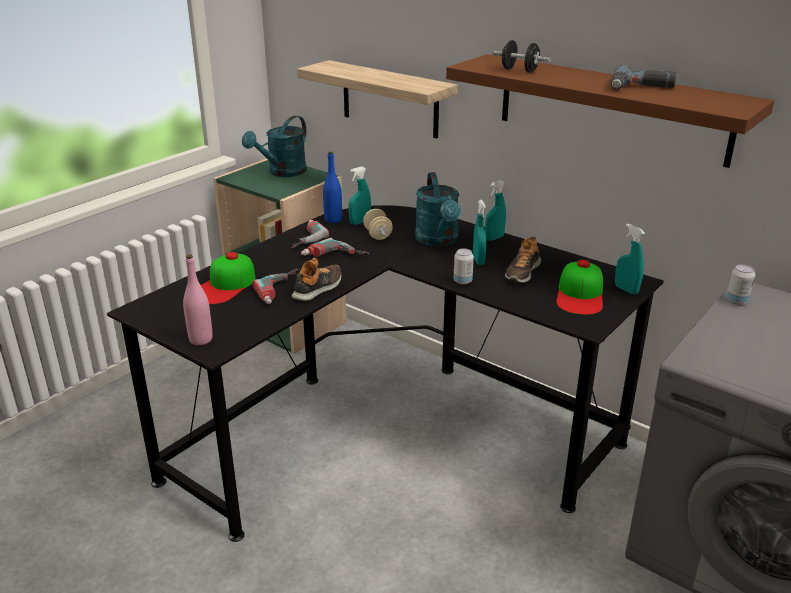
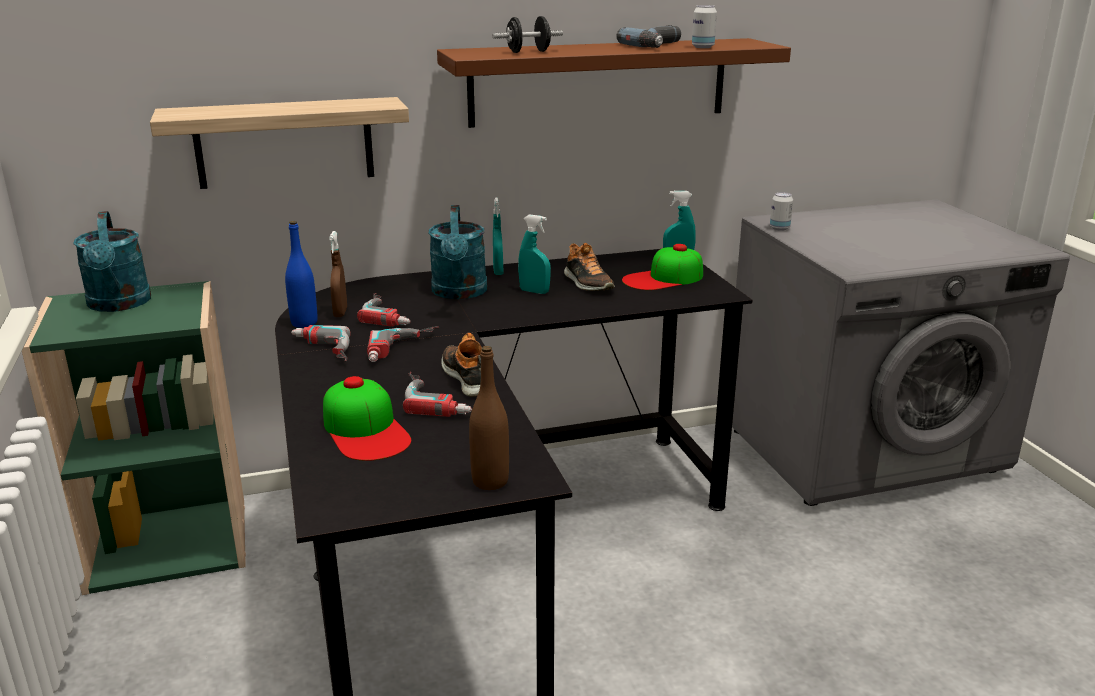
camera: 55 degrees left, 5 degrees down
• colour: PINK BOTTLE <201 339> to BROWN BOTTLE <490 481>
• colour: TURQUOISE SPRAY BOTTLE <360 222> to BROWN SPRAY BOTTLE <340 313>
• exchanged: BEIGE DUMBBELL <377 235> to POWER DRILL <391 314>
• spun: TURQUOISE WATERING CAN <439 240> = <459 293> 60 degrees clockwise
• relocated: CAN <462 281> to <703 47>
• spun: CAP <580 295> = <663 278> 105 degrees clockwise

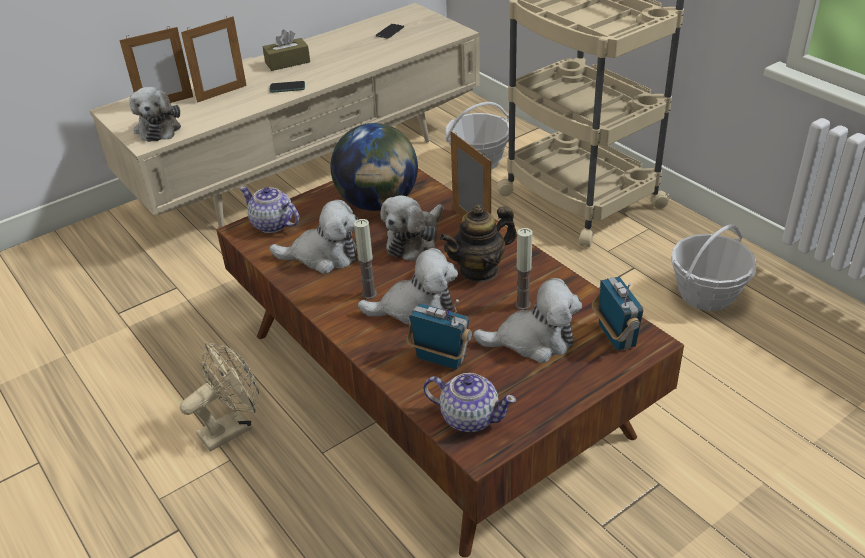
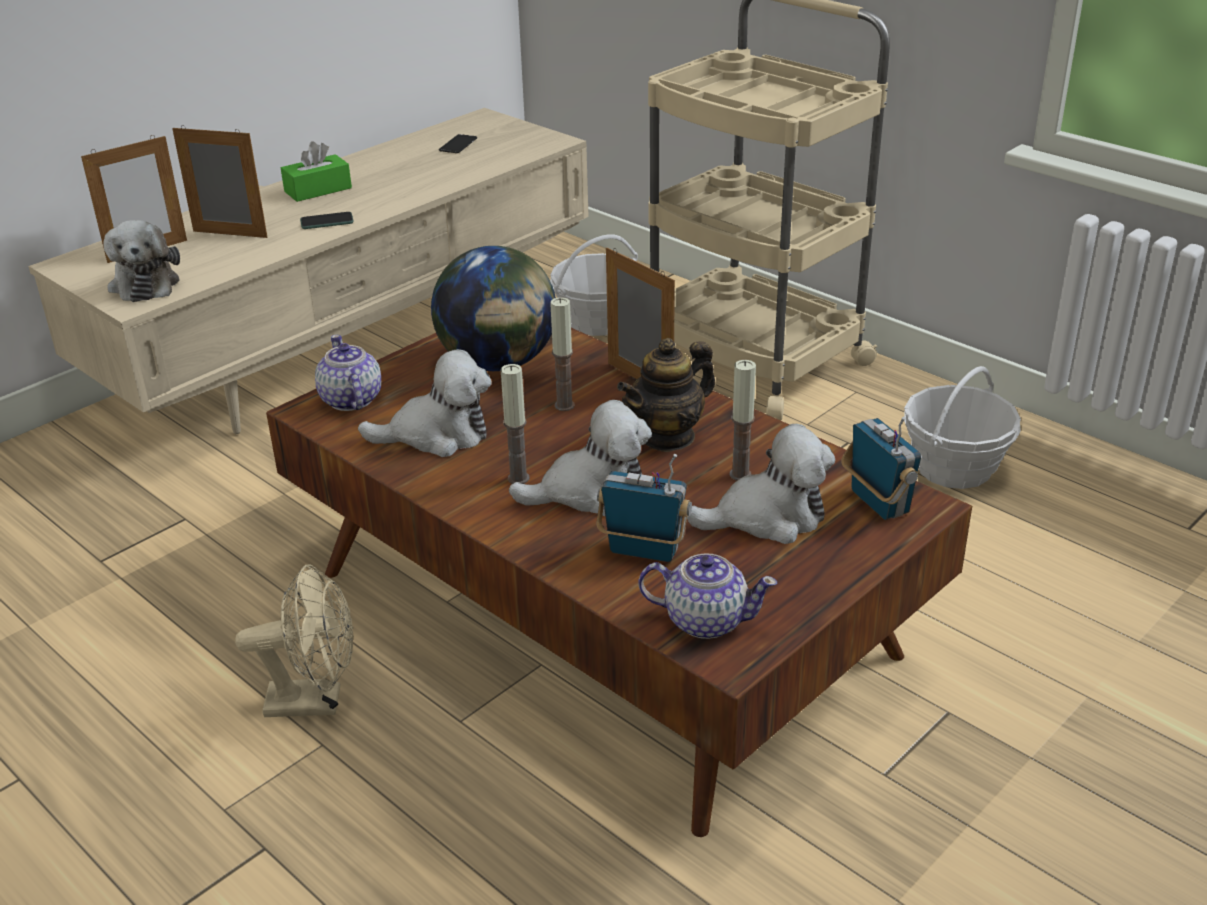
camera: 10 degrees left, 5 degrees down
• spun: BEIGE FAN <232 428> = <316 701> 45 degrees clockwise
• spun: PICTURE FRAME <222 93> = <230 234> 120 degrees counterclockwise
• spun: TEAPOT <272 225> = <350 400> 45 degrees clockwise
• colour: BROWN TISSUE BOX <287 62> to GREEN TISSUE BOX <318 190>
• exchanged: PLUSH TOY <414 240> to CANDLE <564 405>

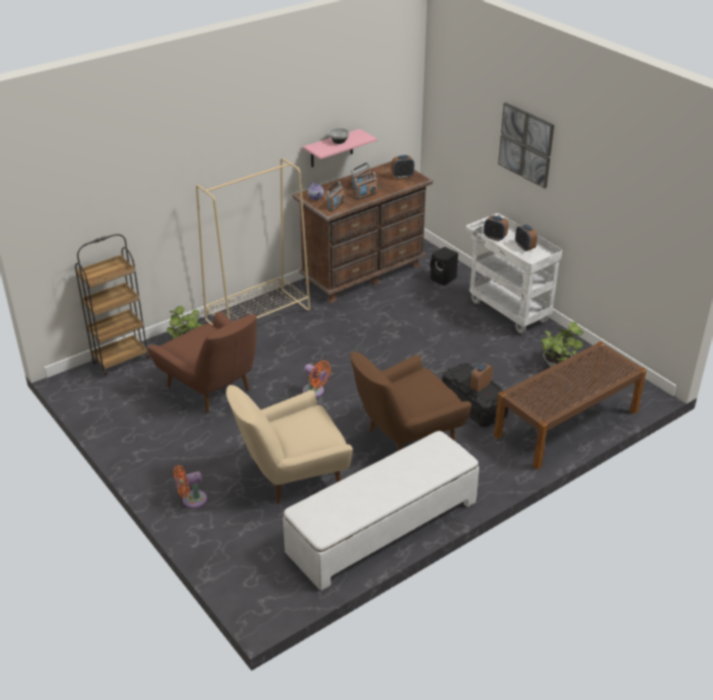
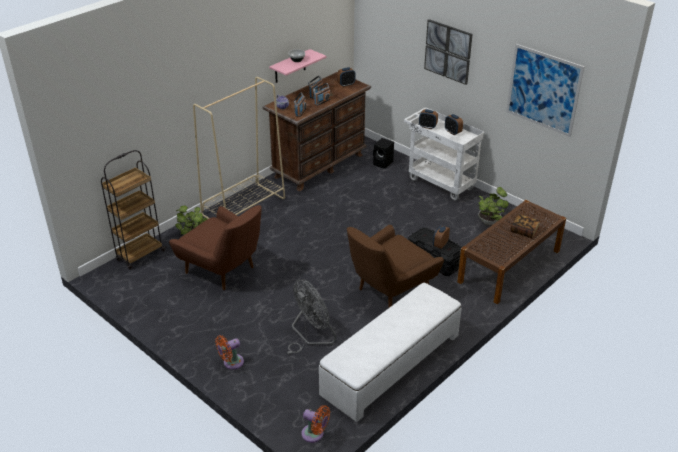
camera: 10 degrees left, 0 degrees up
• exchanged: BEIGE ARMCHAIR <292 477> to GREY FAN <308 333>
• relocated: ORANGE FAN <315 391> to <314 434>
• appeared: PICTURE <543 90>
• appeared: BOOK <524 231>

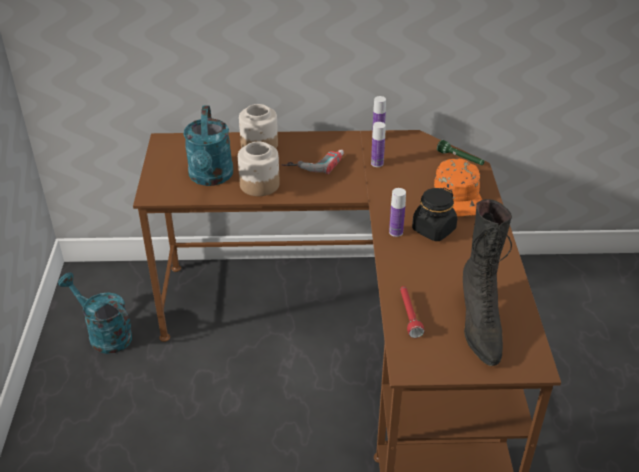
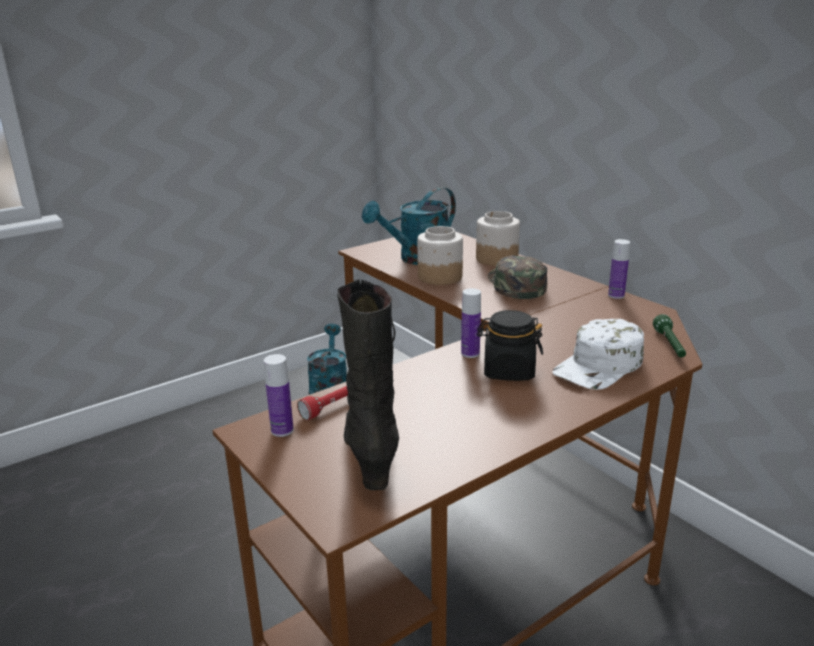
camera: 55 degrees right, 15 degrees down
• exchanged: POWER DRILL <314 162> to GREEN CAP <515 284>
• relocated: BOTTLE <377 163> to <282 430>
• colour: ORANGE CAP <460 195> to WHITE CAP <599 366>
• spun: BLACK BOOT <479 326> = <371 453> 120 degrees clockwise

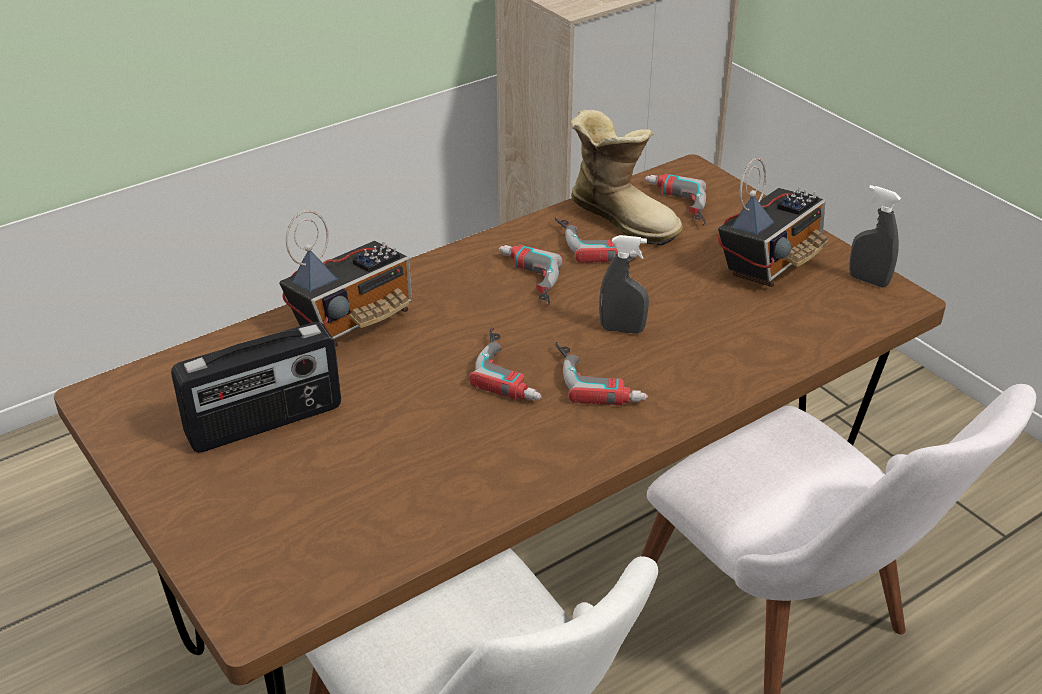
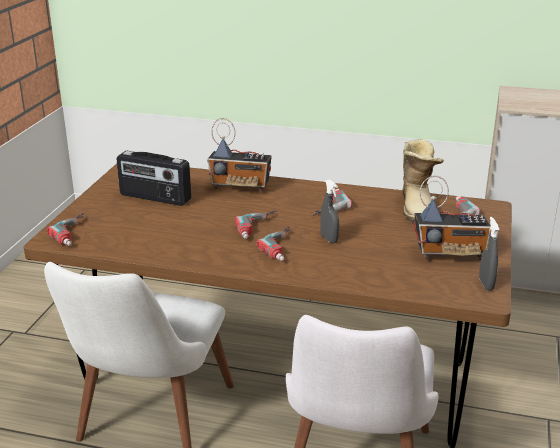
camera: 50 degrees right, 10 degrees down
• relocated: POWER DRILL <597 243> to <76 233>

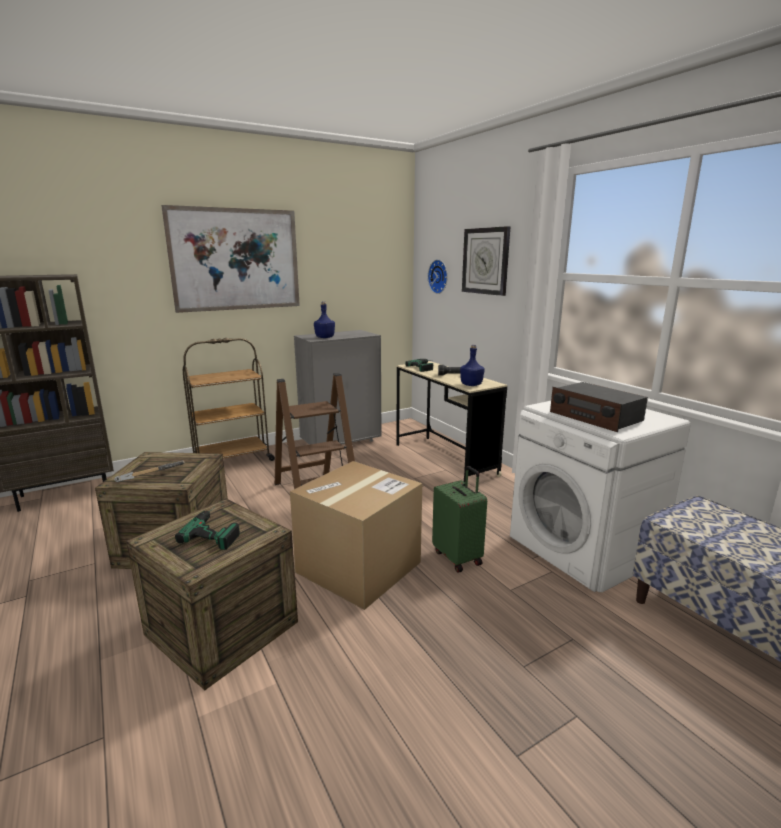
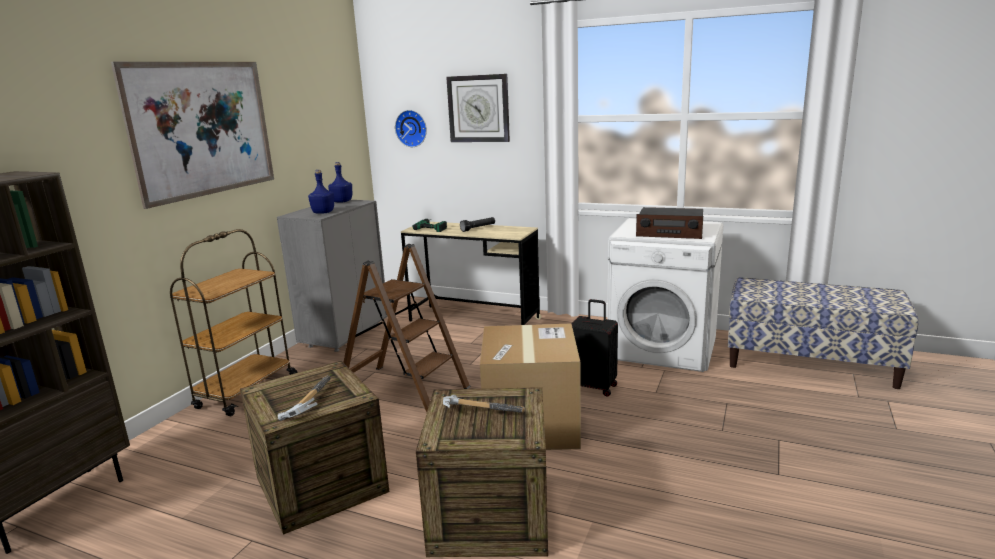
camera: 35 degrees left, 0 degrees up
• exchanged: POWER DRILL <216 529> to HAMMER <481 411>
• colour: GREEN SUITCASE <458 557> to BLACK SUITCASE <593 386>
• relocated: BLUE BOTTLE <471 385> to <342 201>

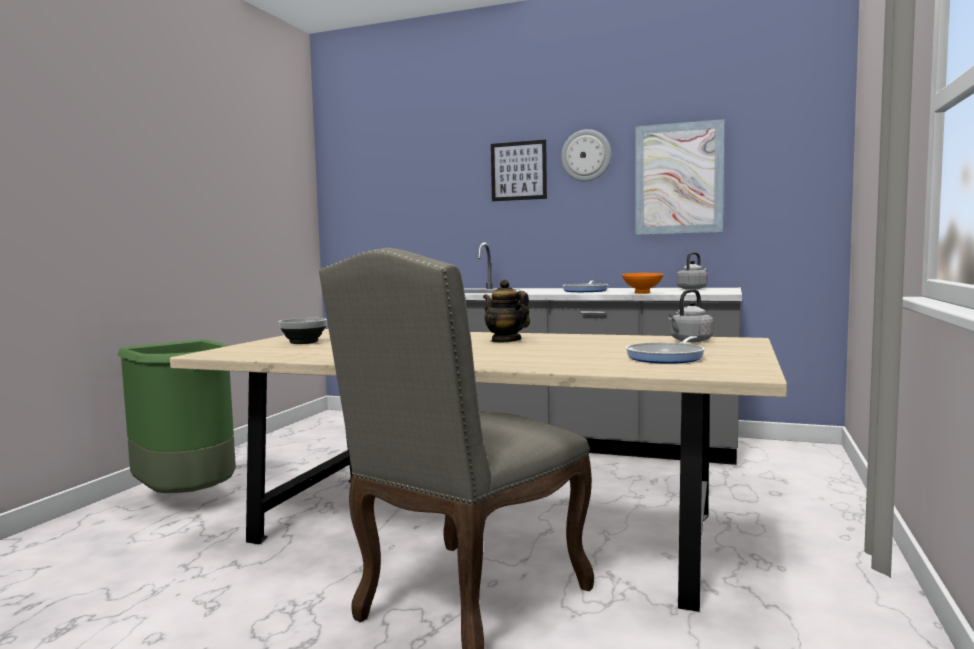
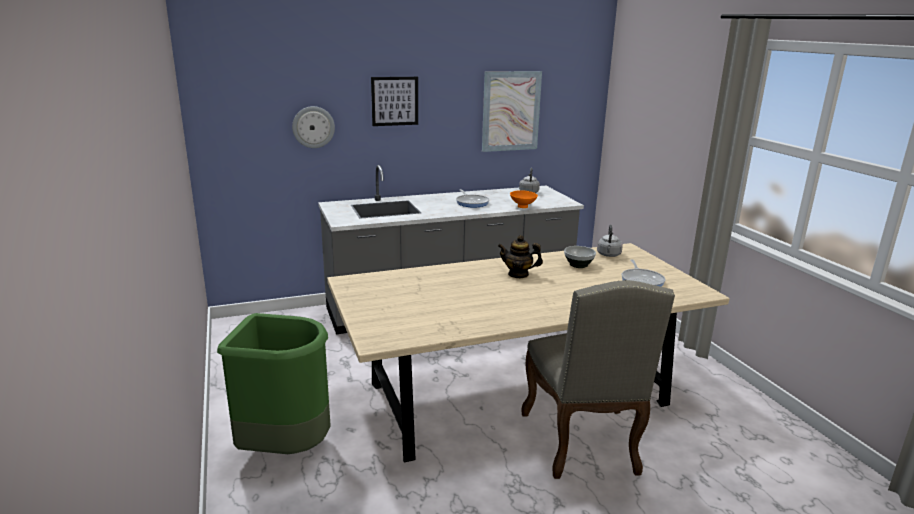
camera: 40 degrees left, 15 degrees up
• relocated: BOWL <304 342> to <578 265>
• relocated: WALL CLOCK <586 155> to <313 127>

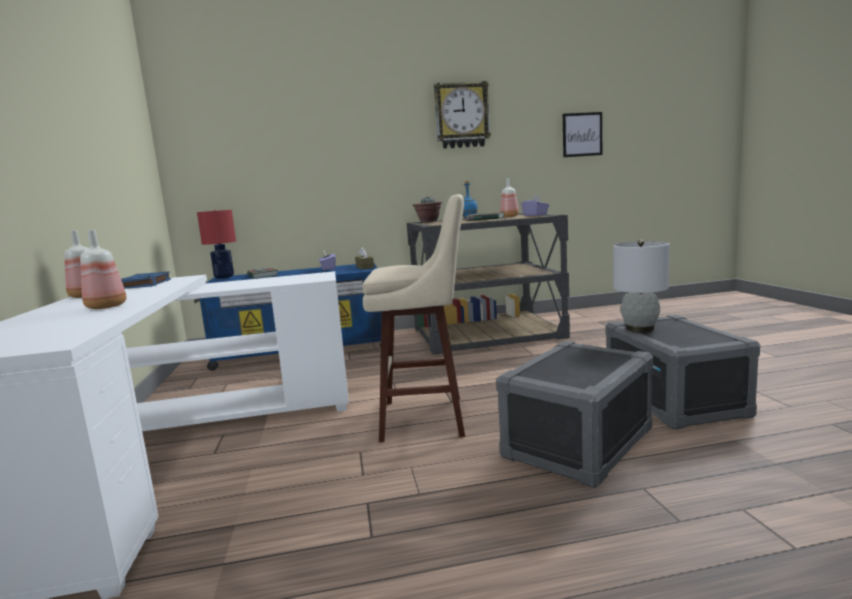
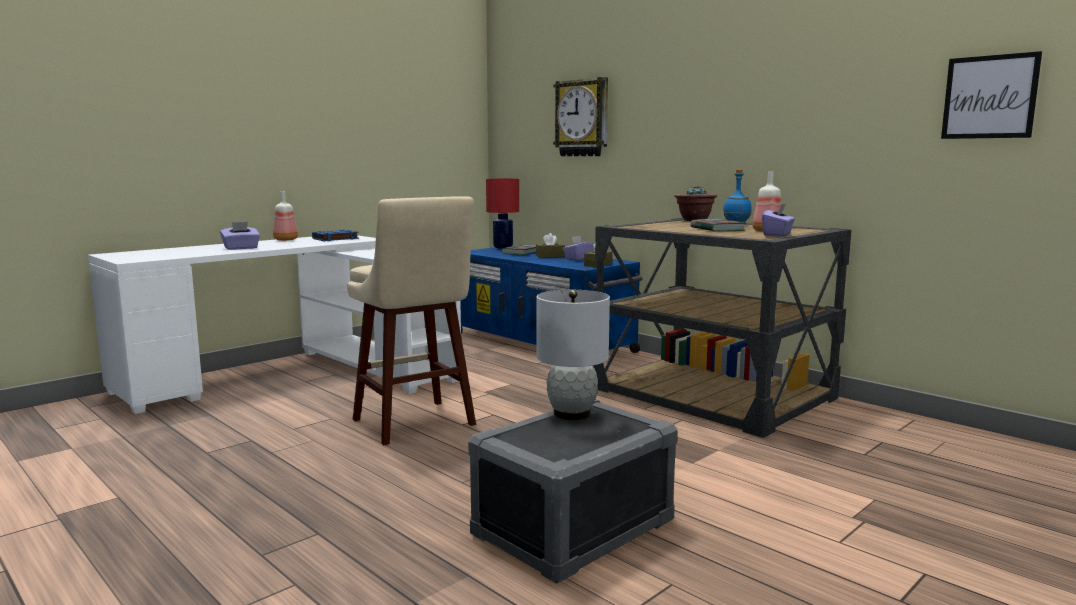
camera: 55 degrees right, 0 degrees up
• exchanged: BOTTLE <106 306> to PURPLE TISSUE BOX <241 248>
• relocated: WALL CLOCK <461 115> to <582 118>
• missing: GREY STORAGE BOX <578 444>
• appeared: BROWN TISSUE BOX <550 256>

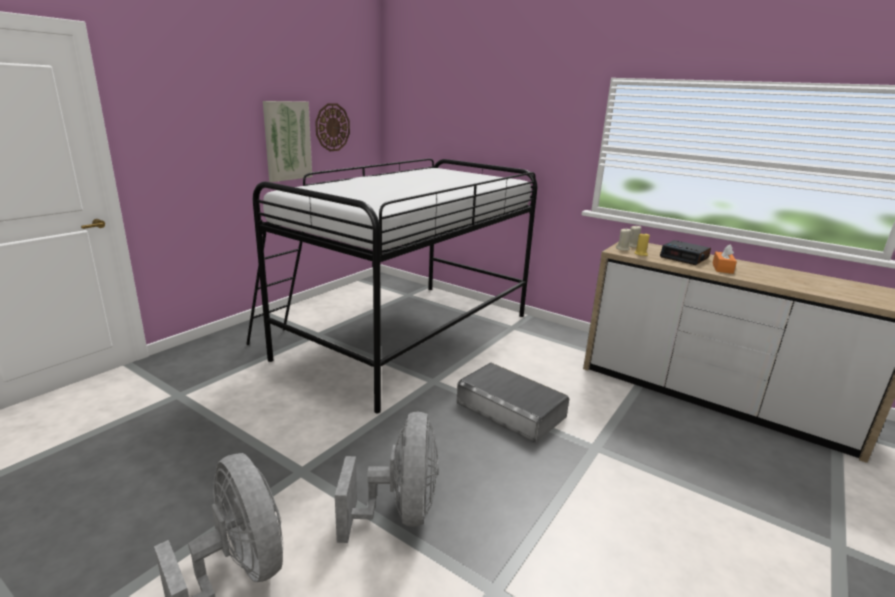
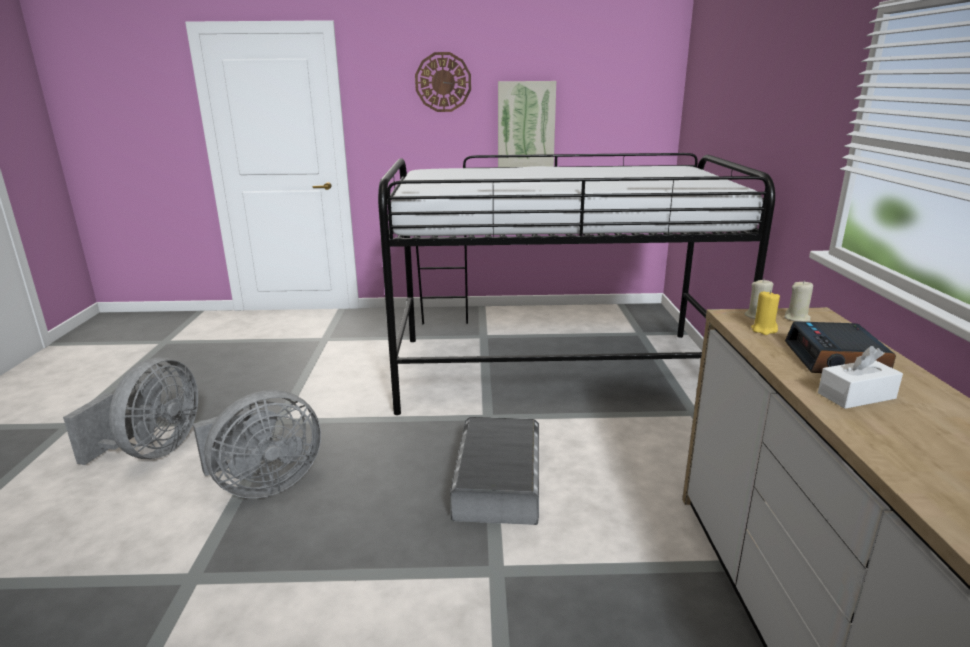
camera: 55 degrees right, 0 degrees up
• relocated: WALL CLOCK <332 127> to <443 82>
• colour: ORANGE TISSUE BOX <722 268> to WHITE TISSUE BOX <856 396>

